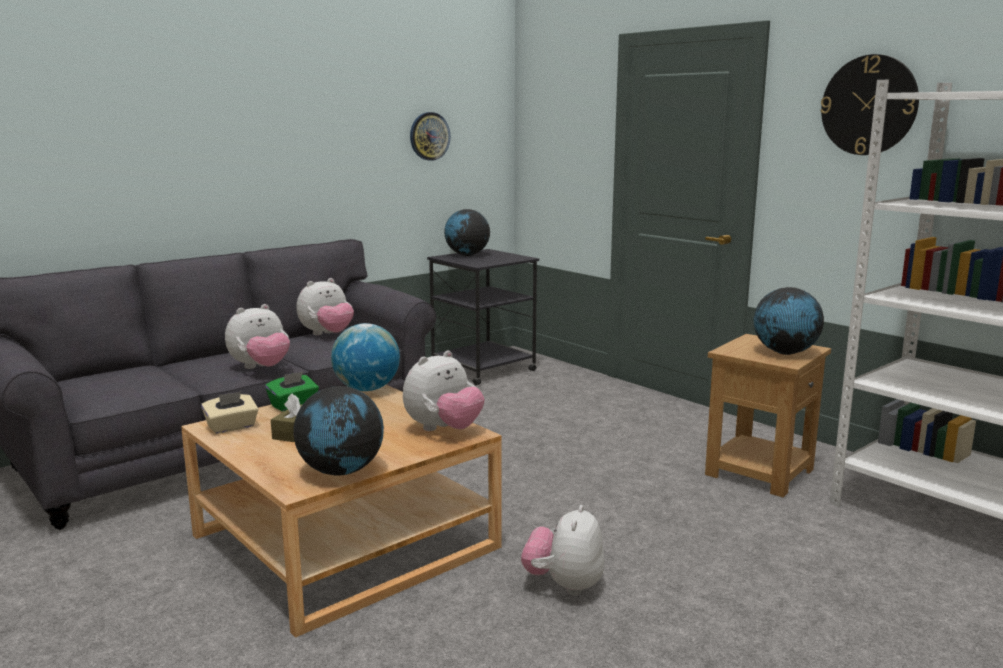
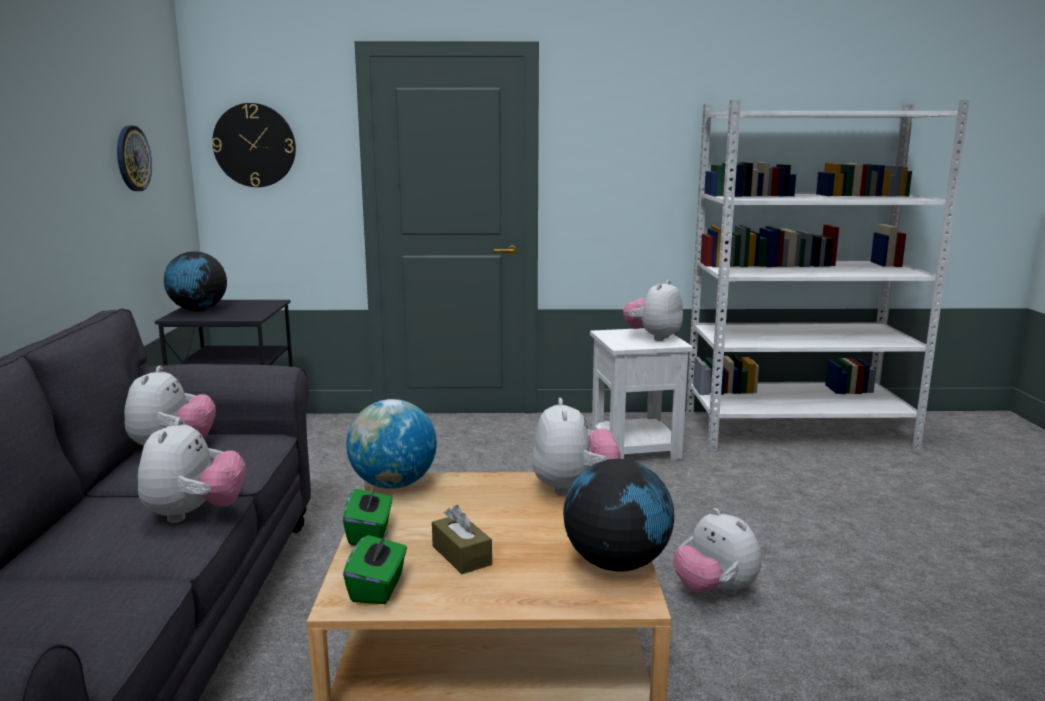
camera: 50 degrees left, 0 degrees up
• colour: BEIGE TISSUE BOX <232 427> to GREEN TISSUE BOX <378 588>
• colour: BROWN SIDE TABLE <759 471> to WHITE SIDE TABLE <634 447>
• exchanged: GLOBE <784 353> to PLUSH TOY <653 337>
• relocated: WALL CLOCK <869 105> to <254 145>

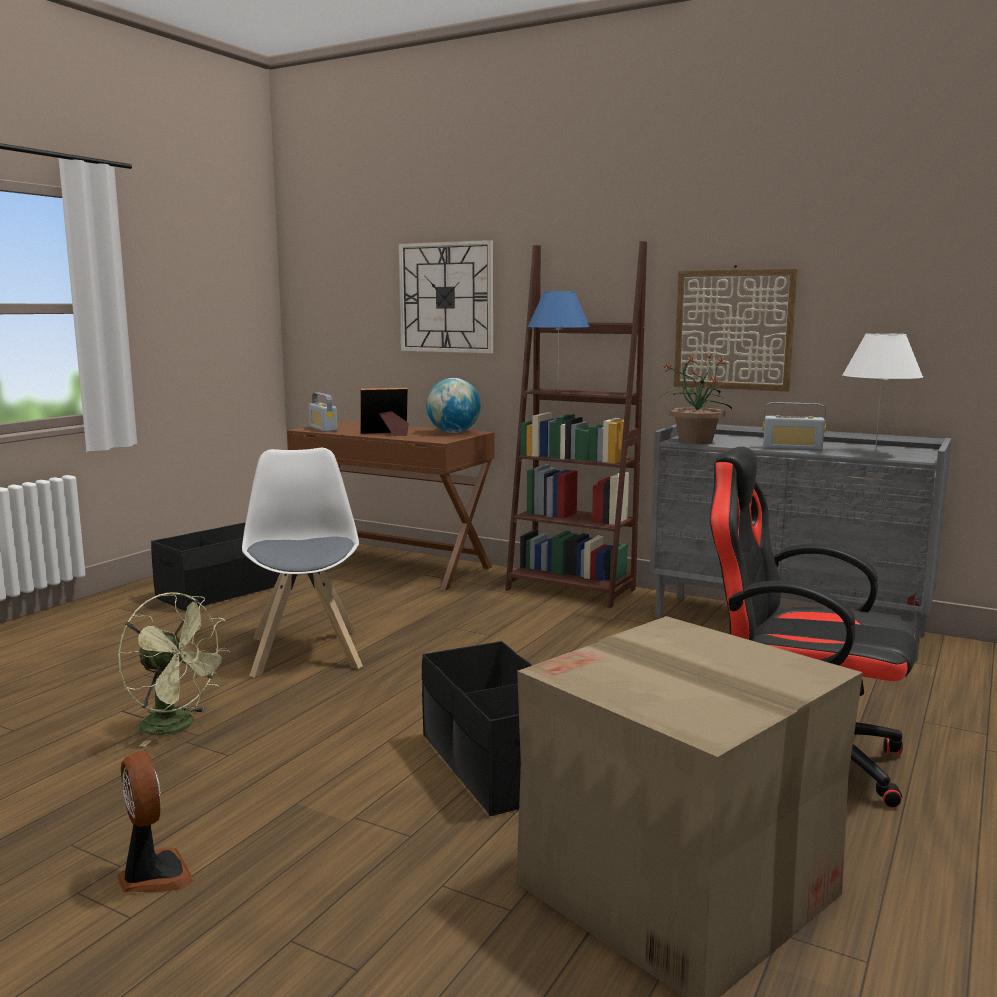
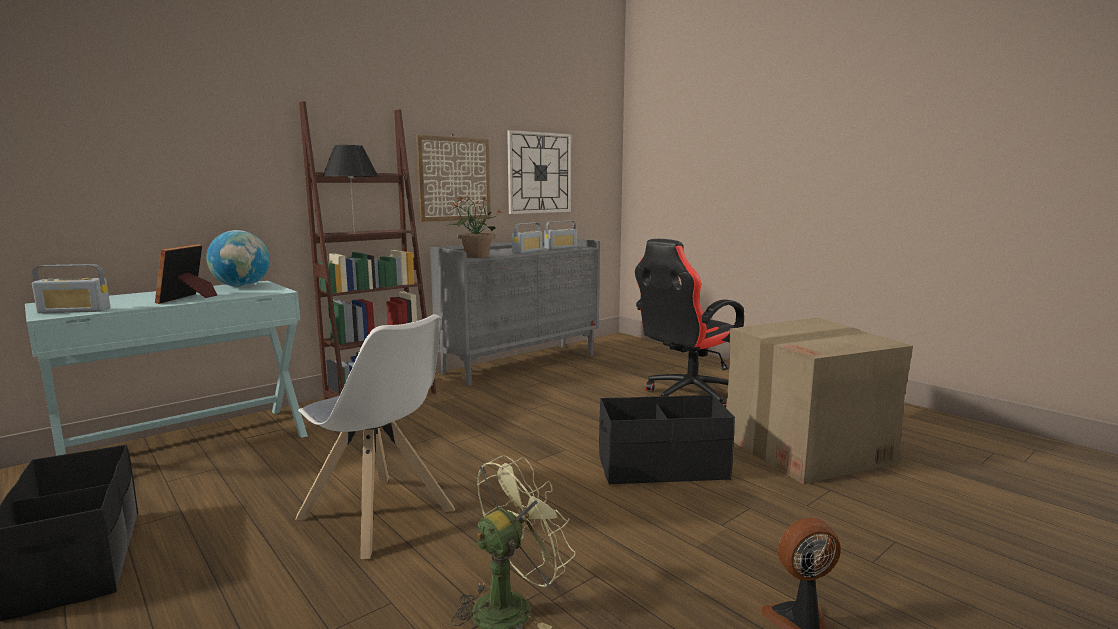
camera: 70 degrees left, 0 degrees up
• spun: CHAIR <306 651> = <379 516> 150 degrees counterclockwise
• colour: BROWN DESK <393 565> to TURQUOISE DESK <188 447>
• relocated: WALL CLOCK <446 297> to <539 173>
• colour: BLUE TABLE LAMP <557 392> to BLACK TABLE LAMP <354 233>
• exchanged: WHITE TABLE LAMP <875 453> to RADIO <560 248>

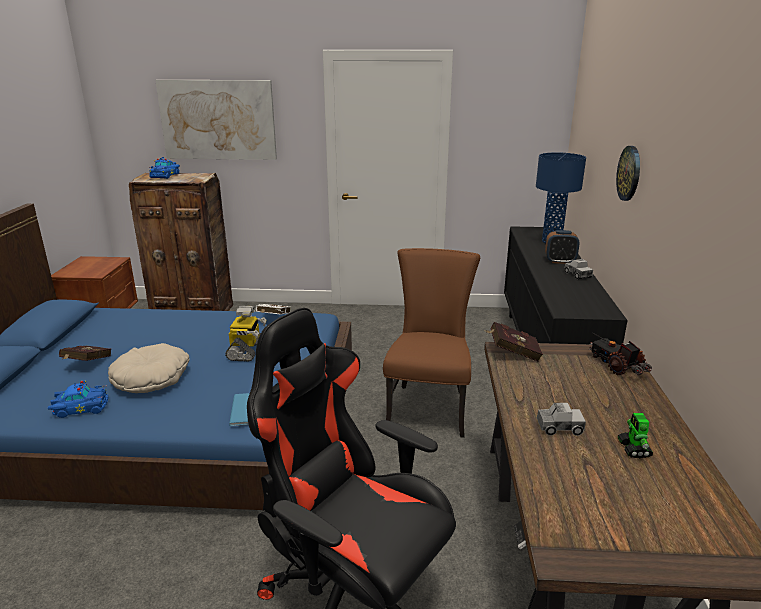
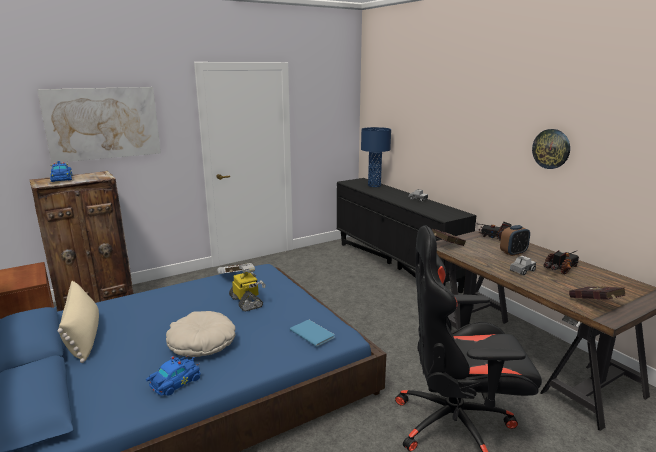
camera: 35 degrees left, 5 degrees down
• relocated: RED BOOK <86 364> to <596 304>
• missing: BROWN CHAIR <429 406>
• relocated: ALARM CLOCK <560 261> to <513 253>
• relocated: WALL CLOCK <629 173> to <551 149>
• exchanged: TOY ROBOT <634 449> to TOY TRUCK <561 269>
• appeared: BEIGE PILLOW <84 336>

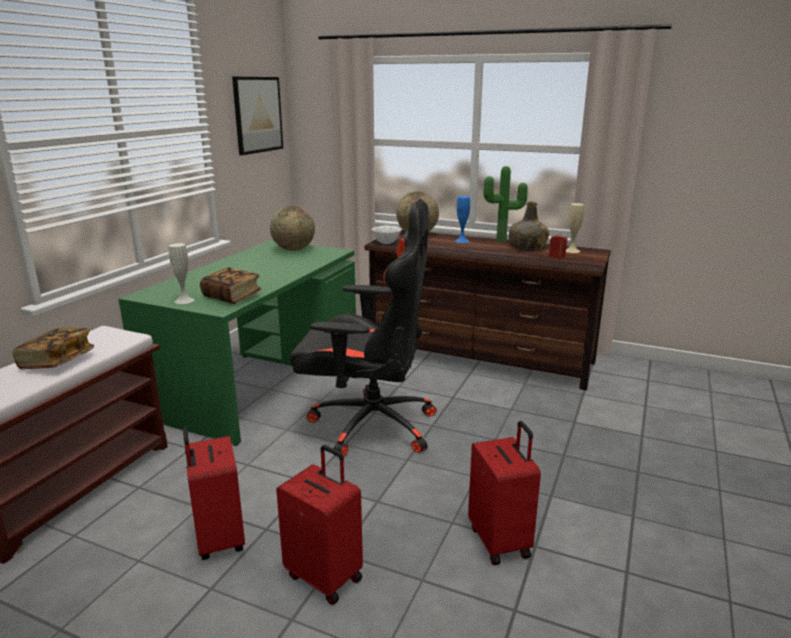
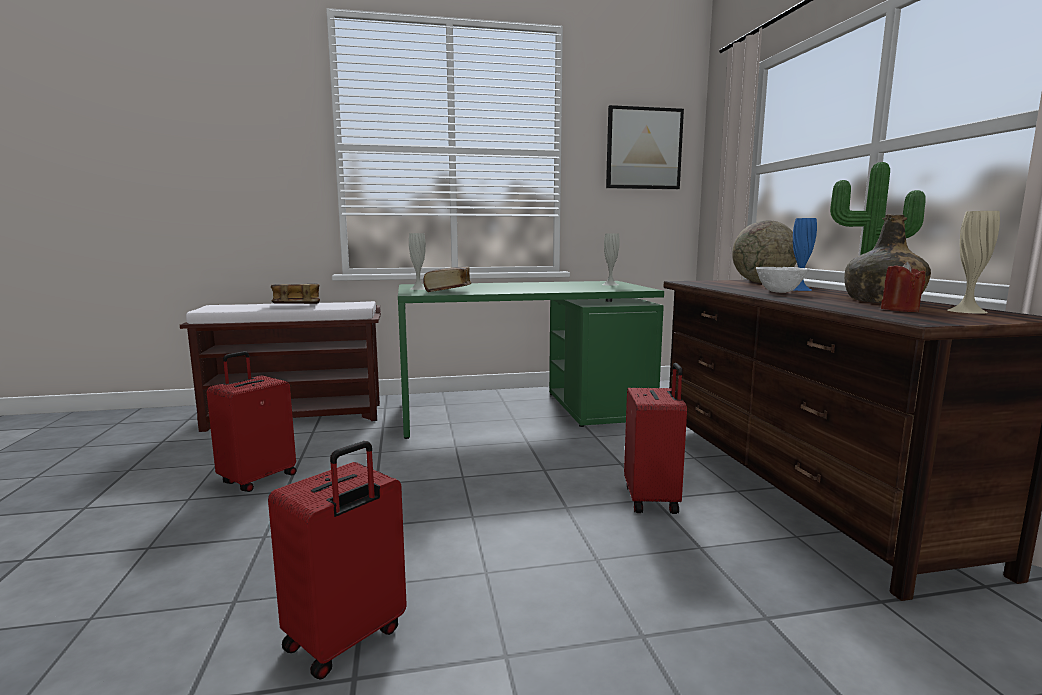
camera: 55 degrees right, 10 degrees down
• exchanged: GLOBE <293 249> to WHITE VASE <610 284>
• relocated: RED SUITCASE <325 576> to <653 499>
• missing: BLACK OFFICE CHAIR <364 425>
• relocated: WHITE BOWL <386 243> to <780 292>

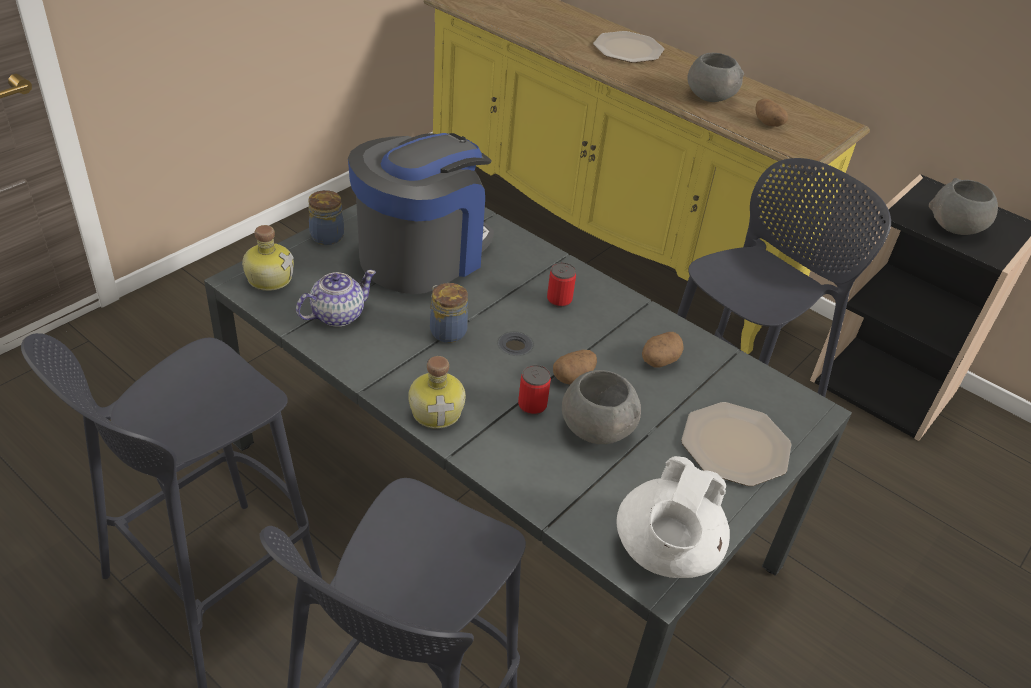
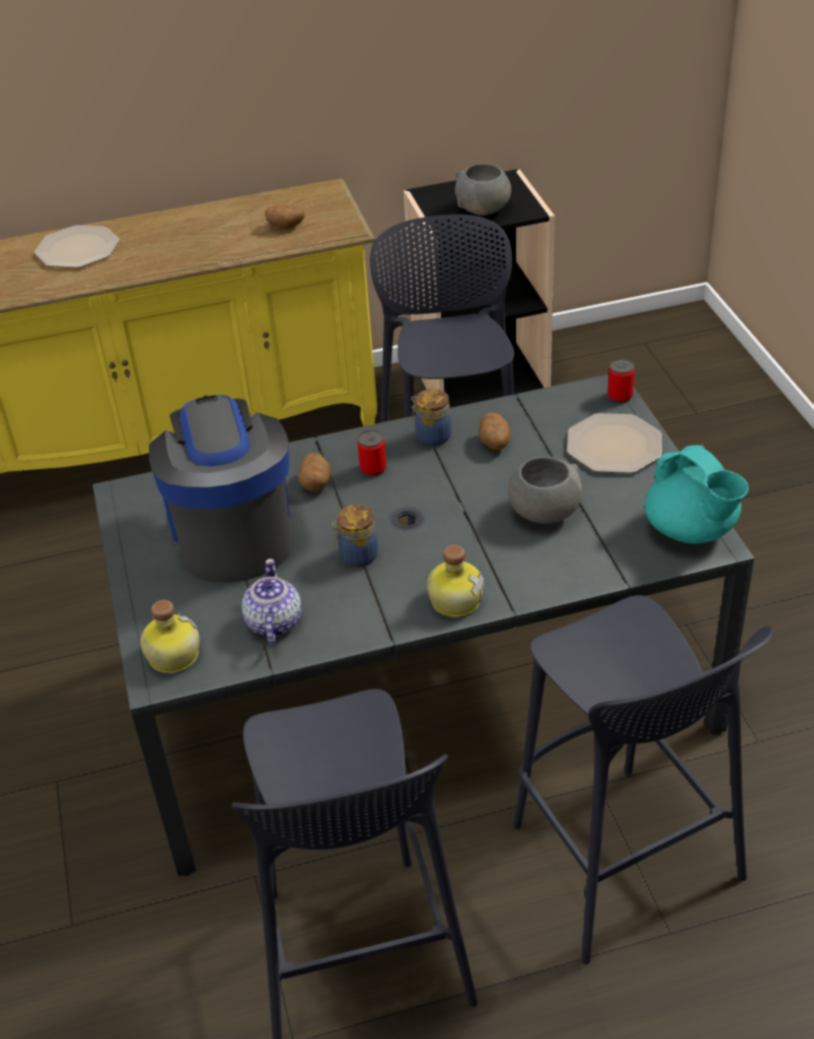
camera: 50 degrees left, 0 degrees up
• relocated: JAR <327 235> to <431 436>
• relocated: CAN <532 405> to <620 396>
• relocated: POTATO <573 377> to <315 483>
• colour: WHITE TEAPOT <665 552> to TURQUOISE TEAPOT <691 530>
• missing: GREY BOWL <710 97>

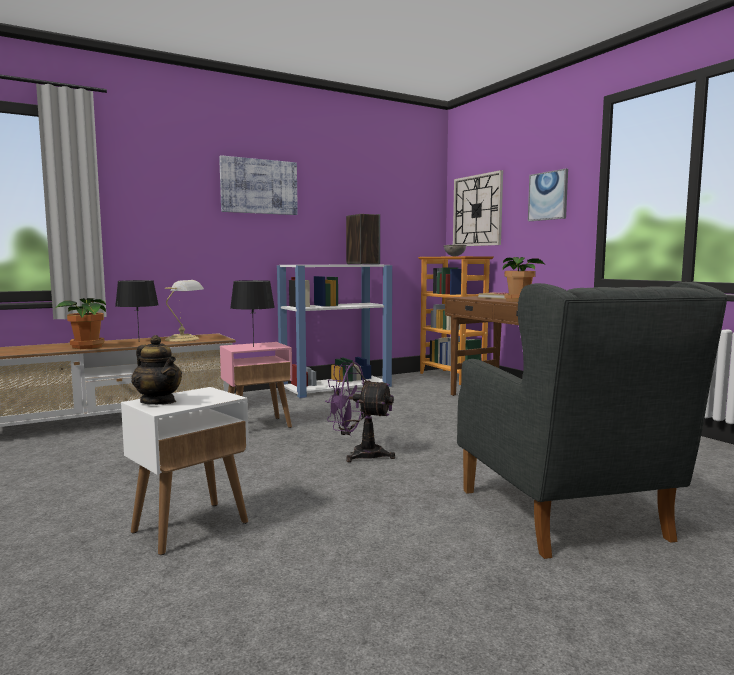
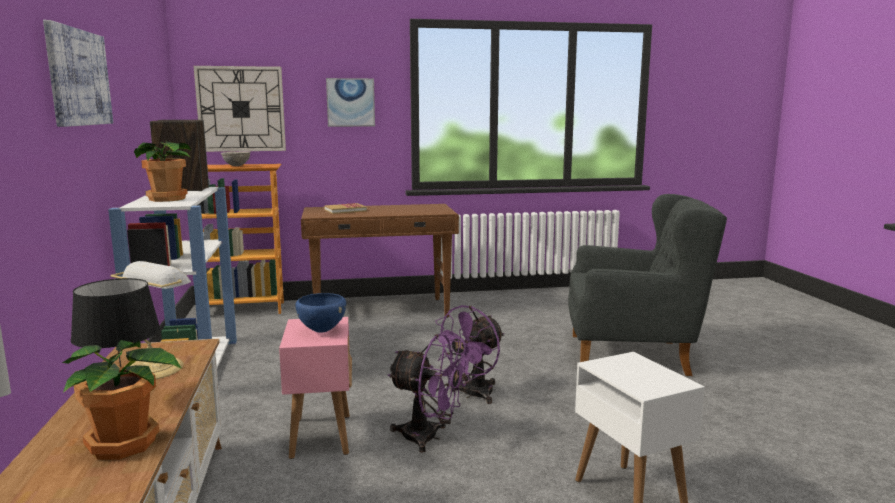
camera: 70 degrees left, 5 degrees up
• missing: TEAPOT <158 402>
• exchanged: BLACK TABLE LAMP <253 346> to BLUE BOWL <321 331>
• relocated: POTTED PLANT <519 301> to <167 199>
• appeared: PURPLE FAN <429 437>

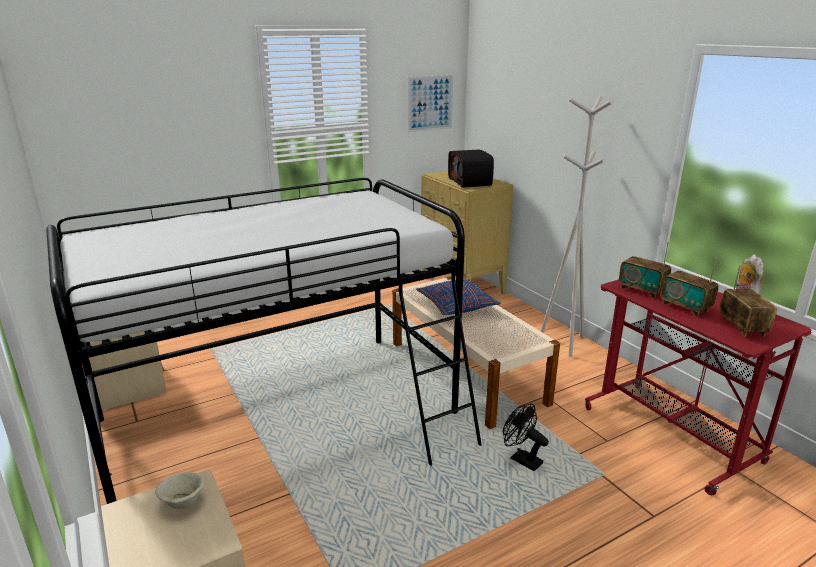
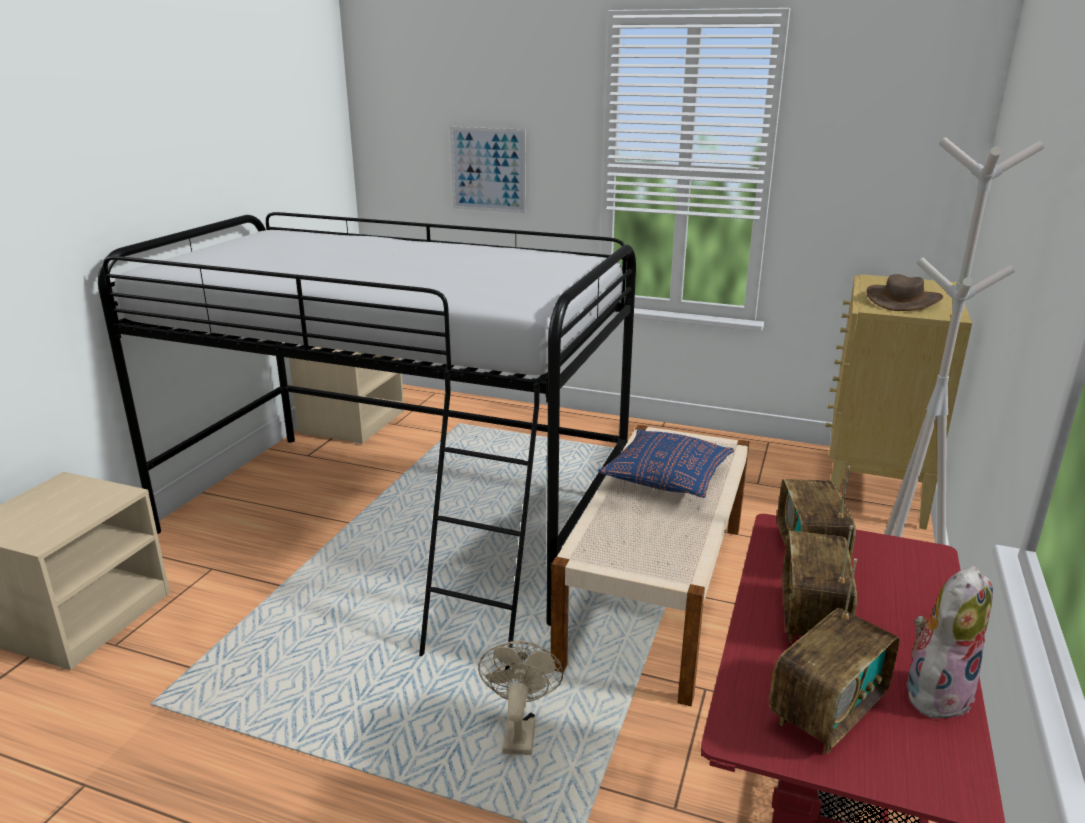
camera: 50 degrees right, 0 degrees up
• missing: BEIGE BOWL <182 503>
• relocated: PICTURE <430 103> to <488 170>
• exchanged: RADIO <470 182> to BROWN HAT <903 301>
• colour: BLACK FAN <521 459> to BEIGE FAN <519 730>

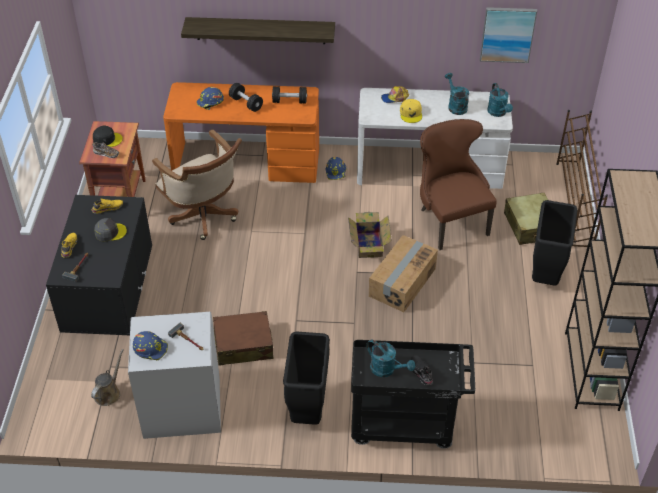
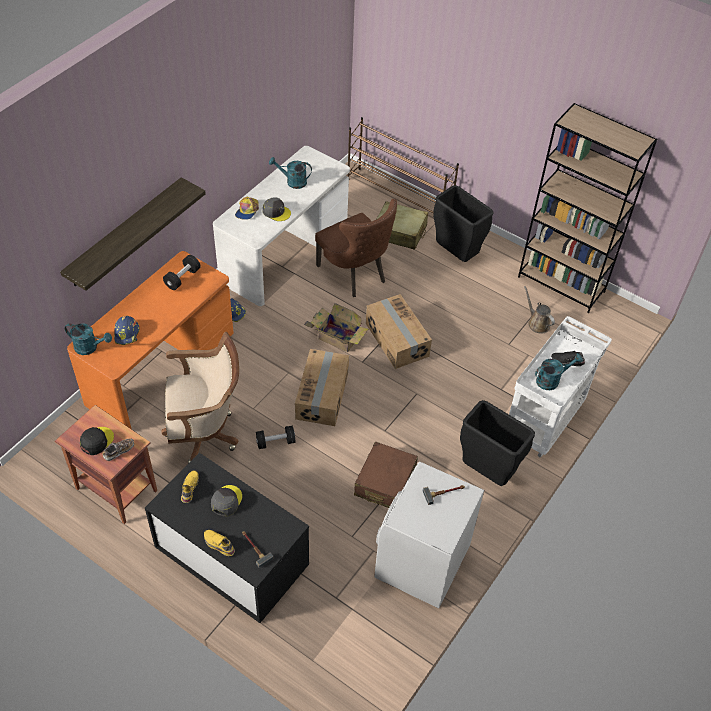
camera: 60 degrees left, 5 degrees up
• relocated: BROWN WATERING CAN <109 393> to <537 323>
• missing: BLUE HARD HAT <150 348>
• relocated: BLACK DUMBBELL <246 103> to <275 442>
• colour: BLACK CART <406 429> to WHITE CART <545 419>
• colour: YELLOW CAP <411 113> to GREY CAP <276 212>
• spun: BROWN CHAIR <450 221> = <355 274> 135 degrees counterclockwise
• missing: PICTURE <507 34>
• relocated: TURQUOISE WATERING CAN <498 113> to <90 347>
• appeared: CARDBOARD BOX <322 395>

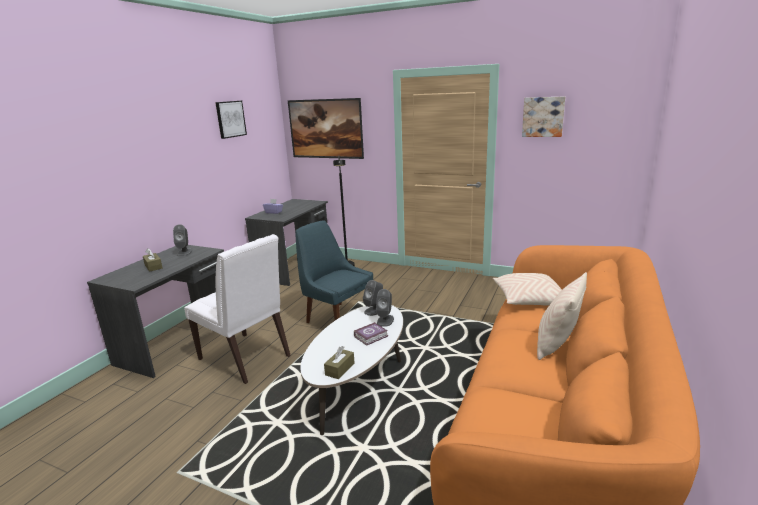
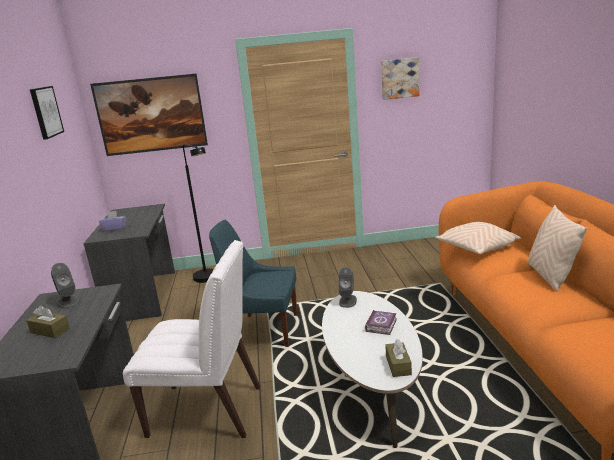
camera: 30 degrees left, 0 degrees up
• missing: GREY SPEAKER <385 320>

